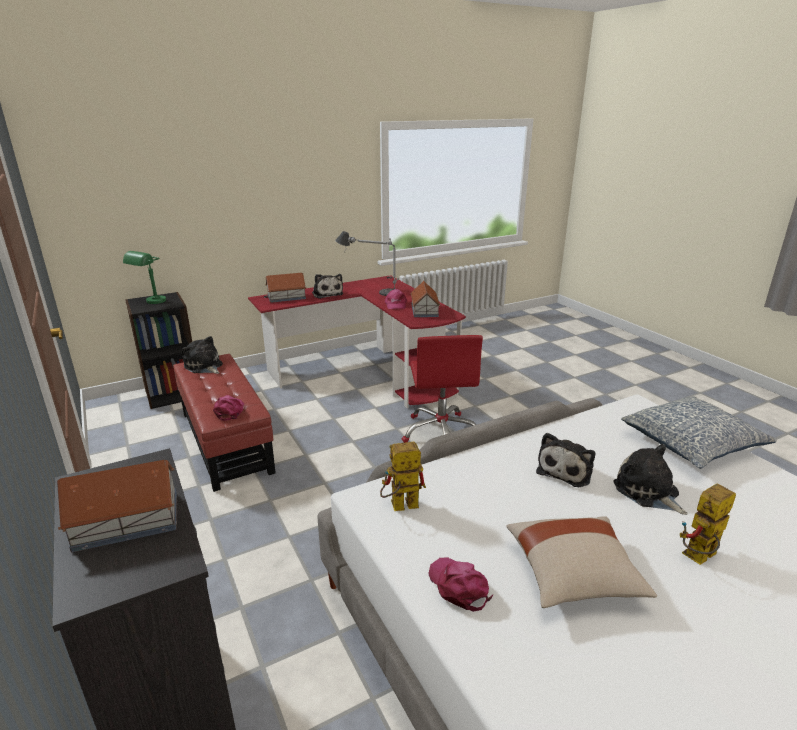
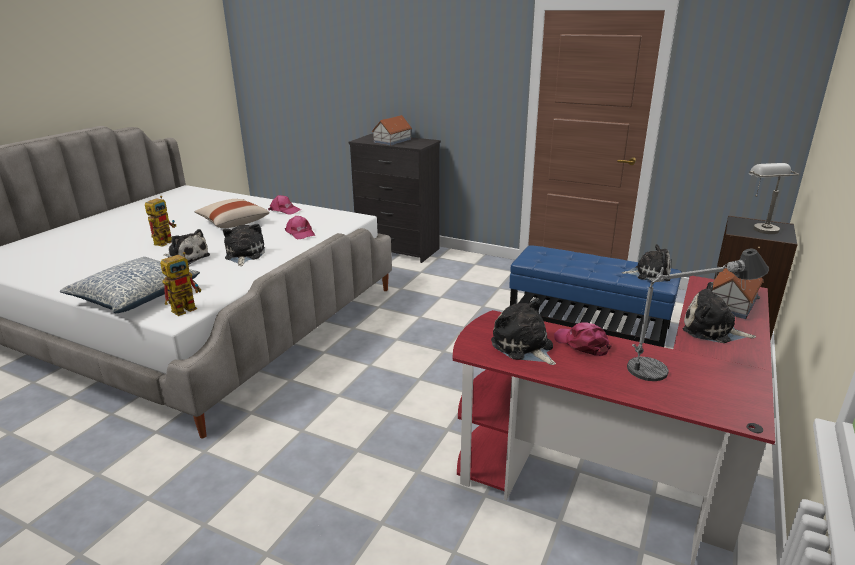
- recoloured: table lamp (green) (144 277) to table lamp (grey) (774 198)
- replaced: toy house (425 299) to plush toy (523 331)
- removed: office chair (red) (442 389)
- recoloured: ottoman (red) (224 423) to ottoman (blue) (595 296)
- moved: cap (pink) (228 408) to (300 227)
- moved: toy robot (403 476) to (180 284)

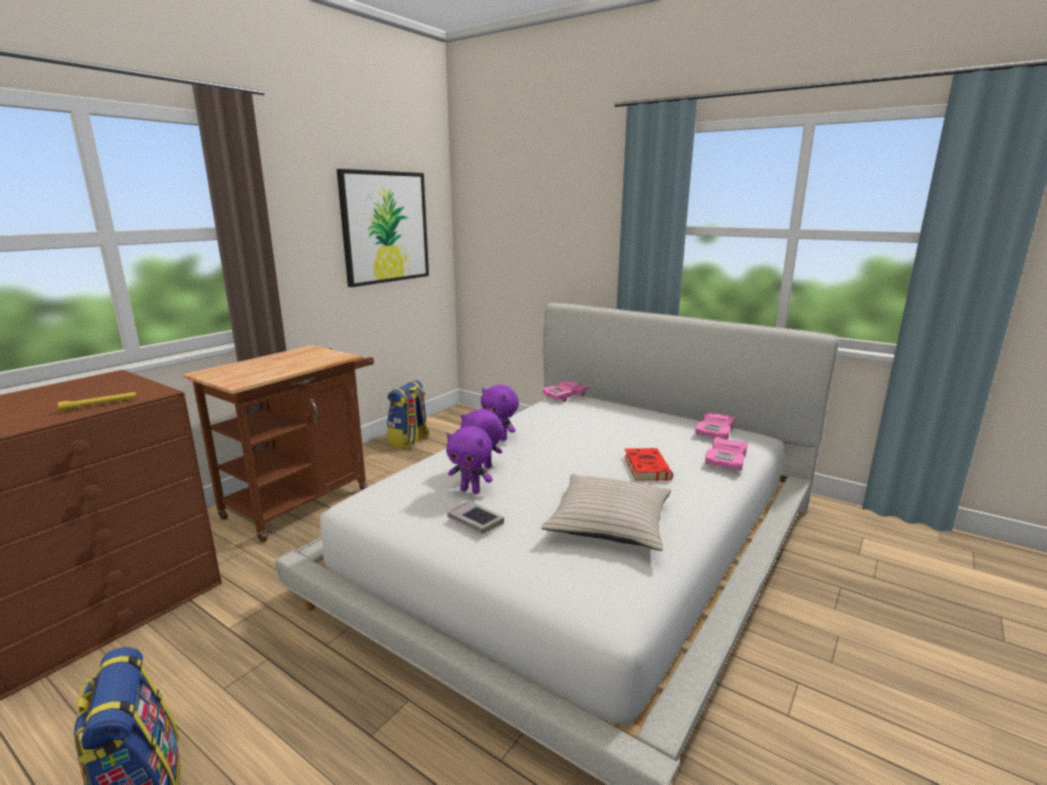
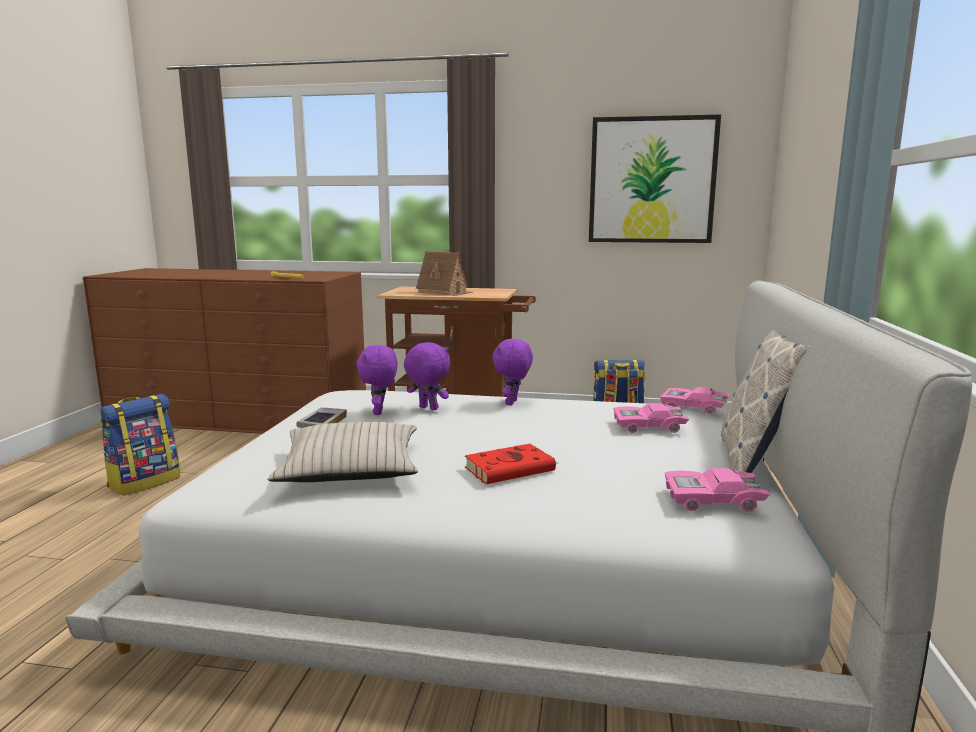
- moved: toy car (pink) (726 453) to (651 418)
- added: toy house (444 273)
- added: pillow (765 401)

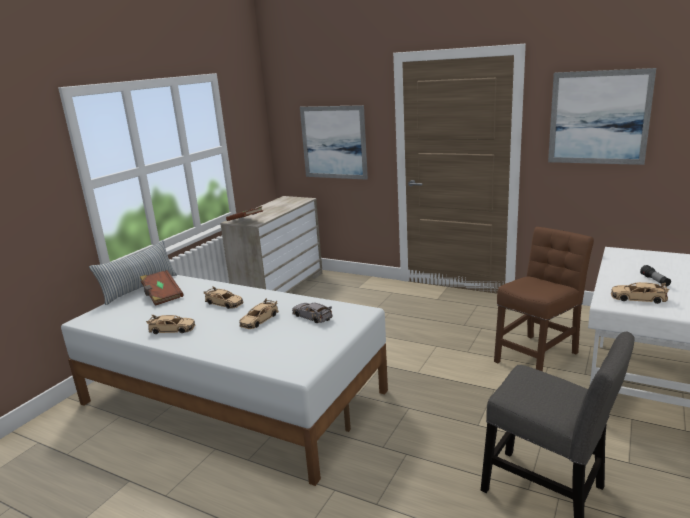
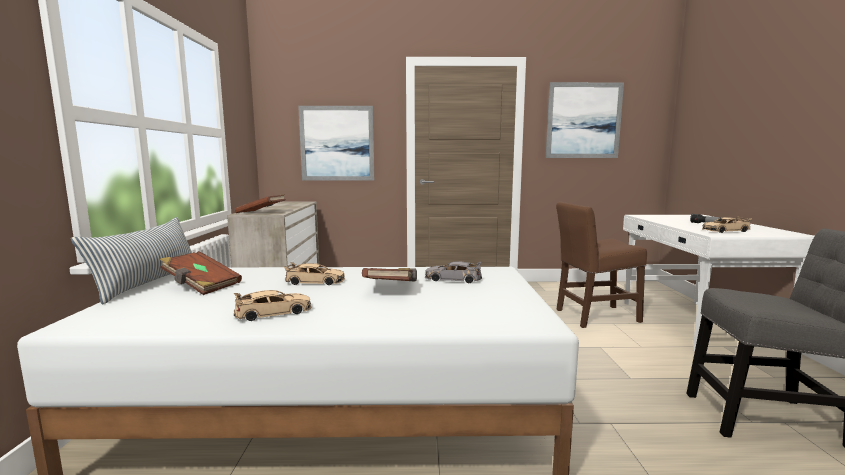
- turned: chair (brown) (544 299) = (601 265) 120 degrees counterclockwise
- replaced: toy car (beige) (259 313) to book (brown) (389 275)

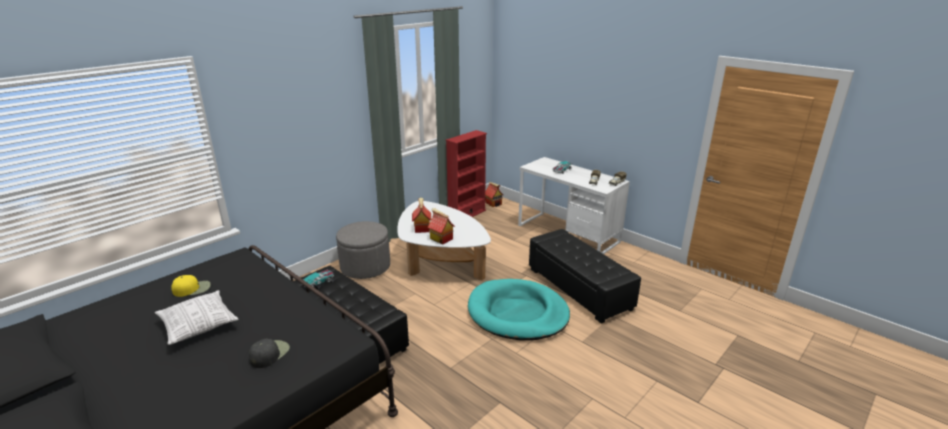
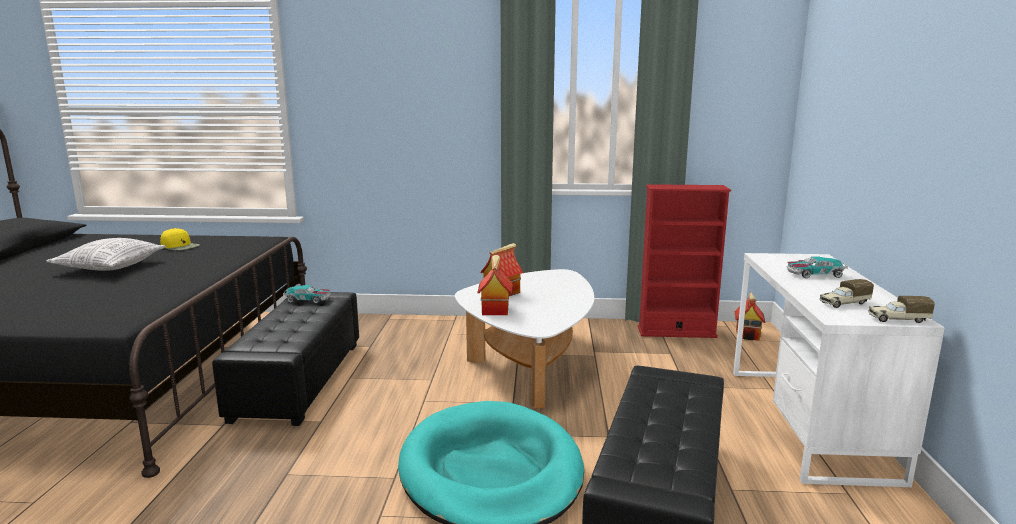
- removed: ottoman (grey) (363 250)
- removed: cap (black) (269 353)

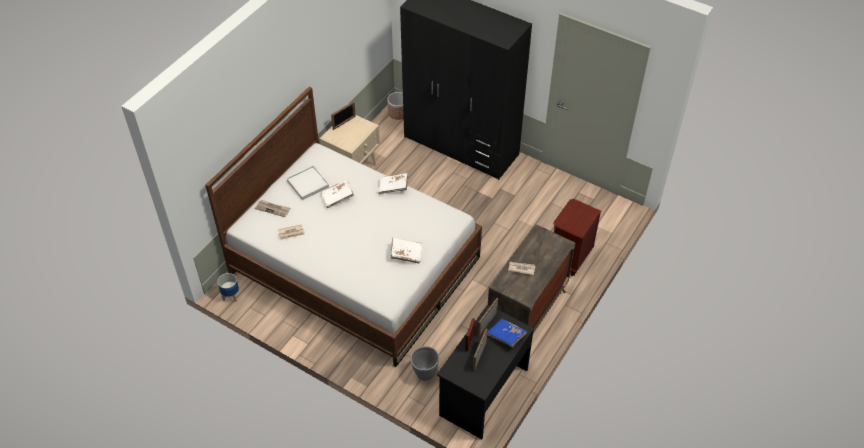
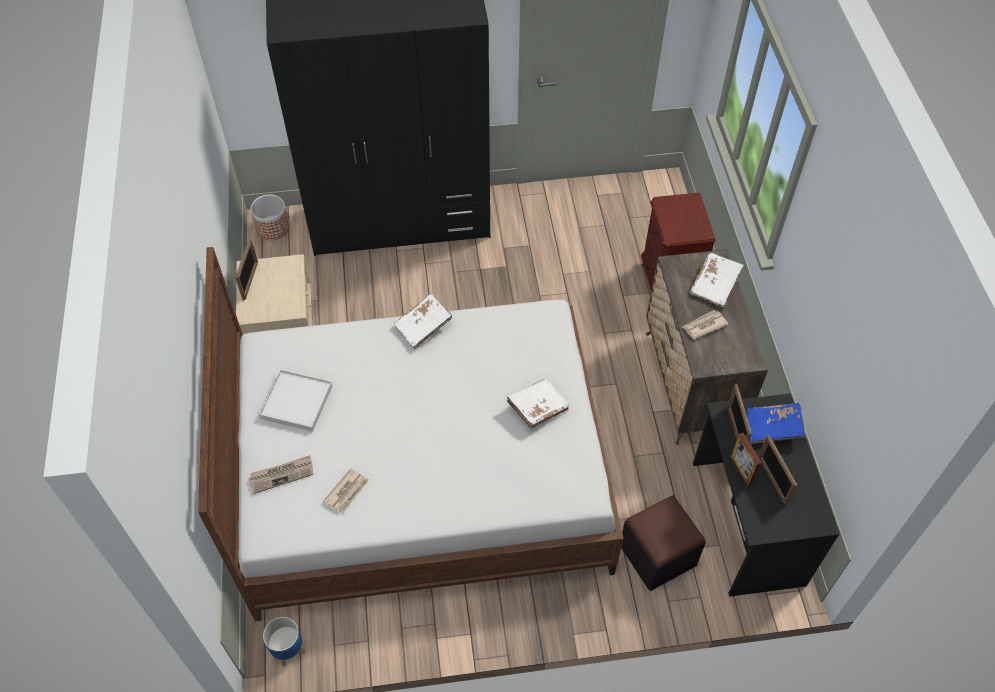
- moved: book (white) (337 194) to (716 280)
- replaced: planter (grey) (424 363) to ottoman (black) (663 543)

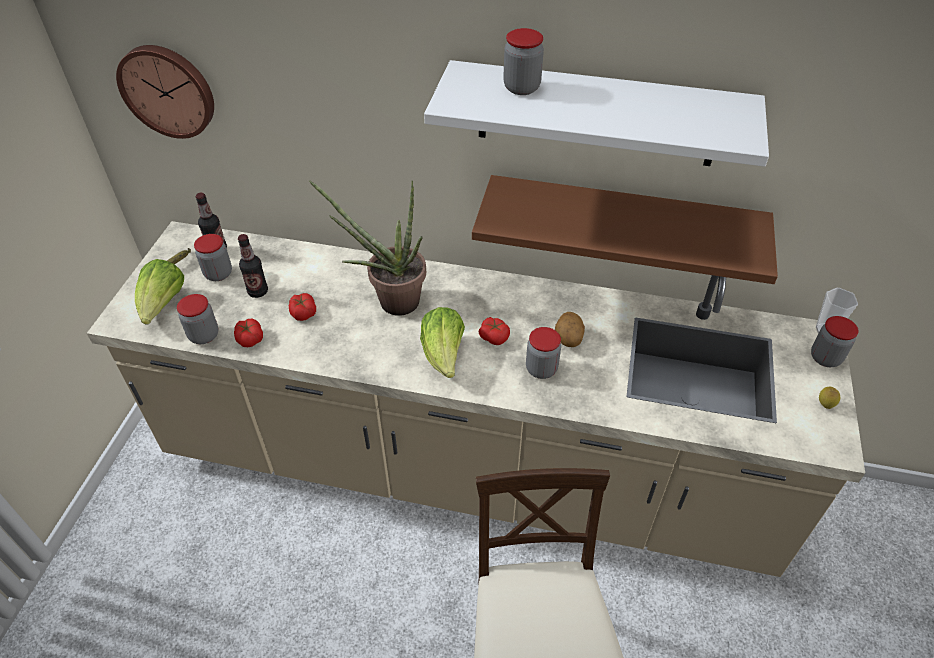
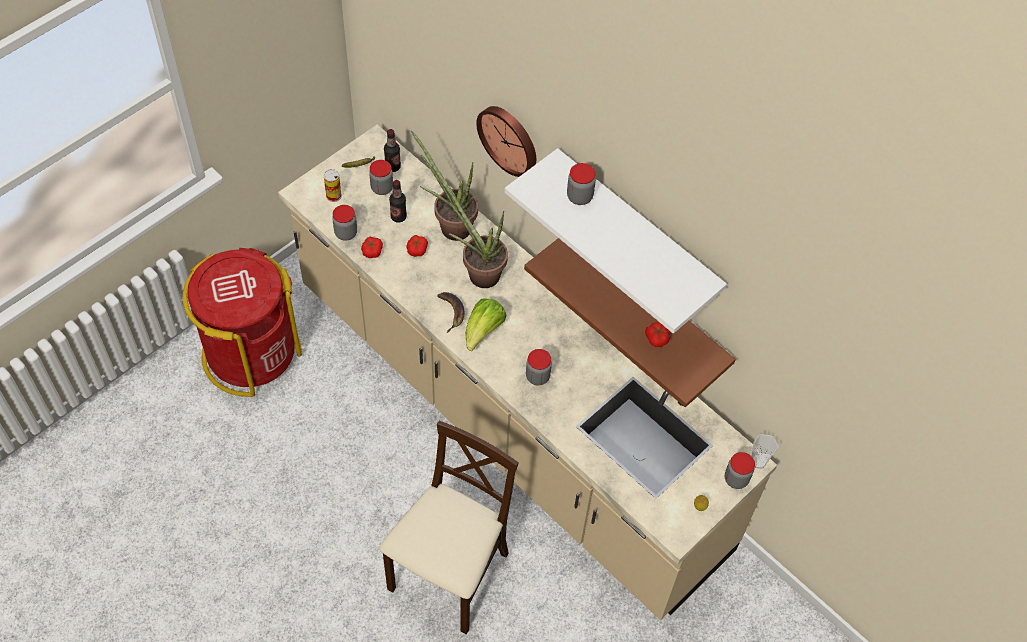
- moved: wall clock (165 92) to (506 141)
- replaced: lettuce (159 291) to can (333 185)
- removed: potato (570 329)
- moved: tomato (494 331) to (657 334)
- added: potted plant (444 186)
- added: trash can (red) (242 322)
- added: banana (451 312)

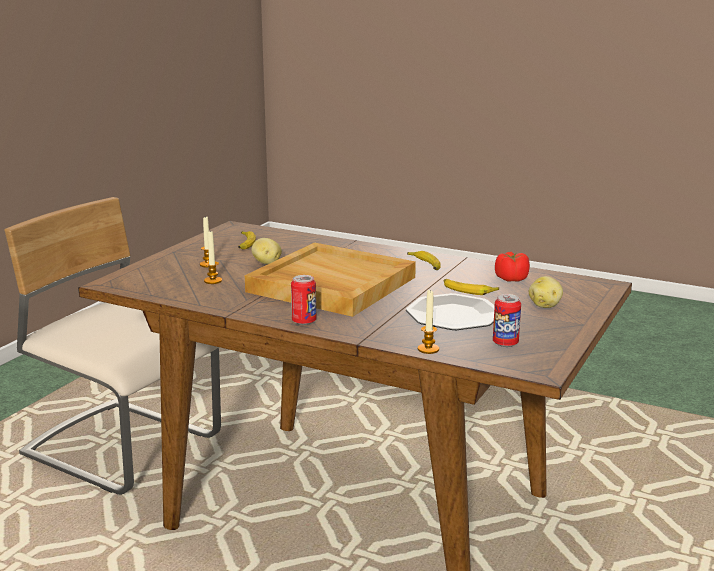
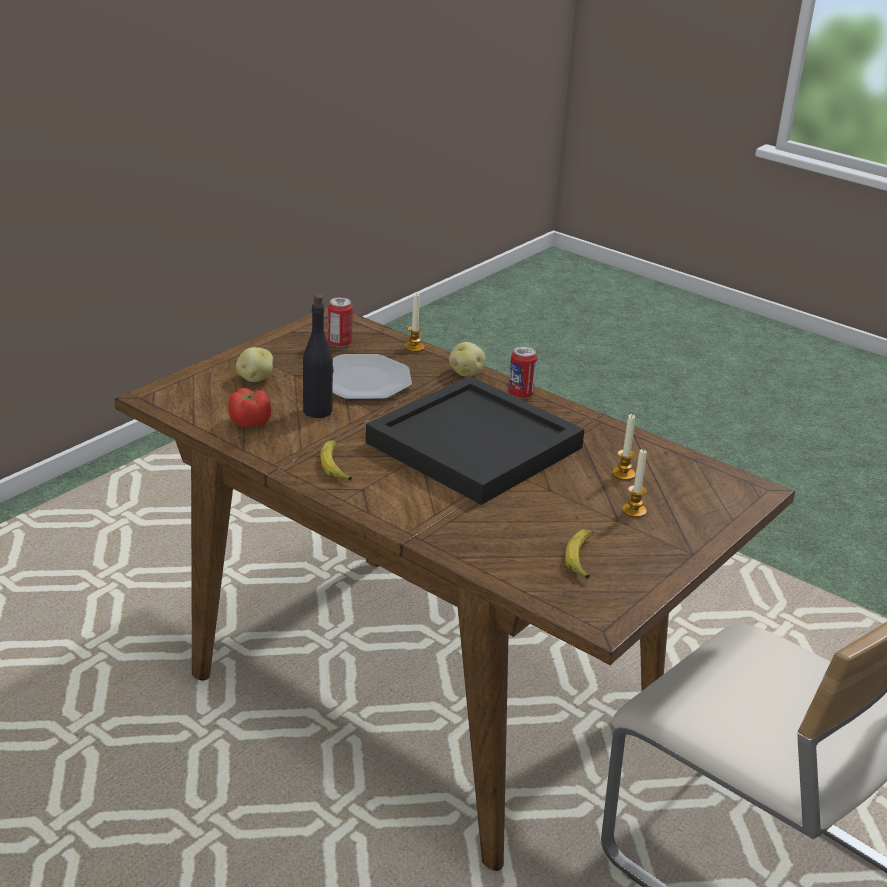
- moved: potato (266 251) to (467 359)
- recoloured: tray (beige) (330 279) to tray (black) (475 440)
- replaced: banana (471 287) to bottle (black) (318 356)

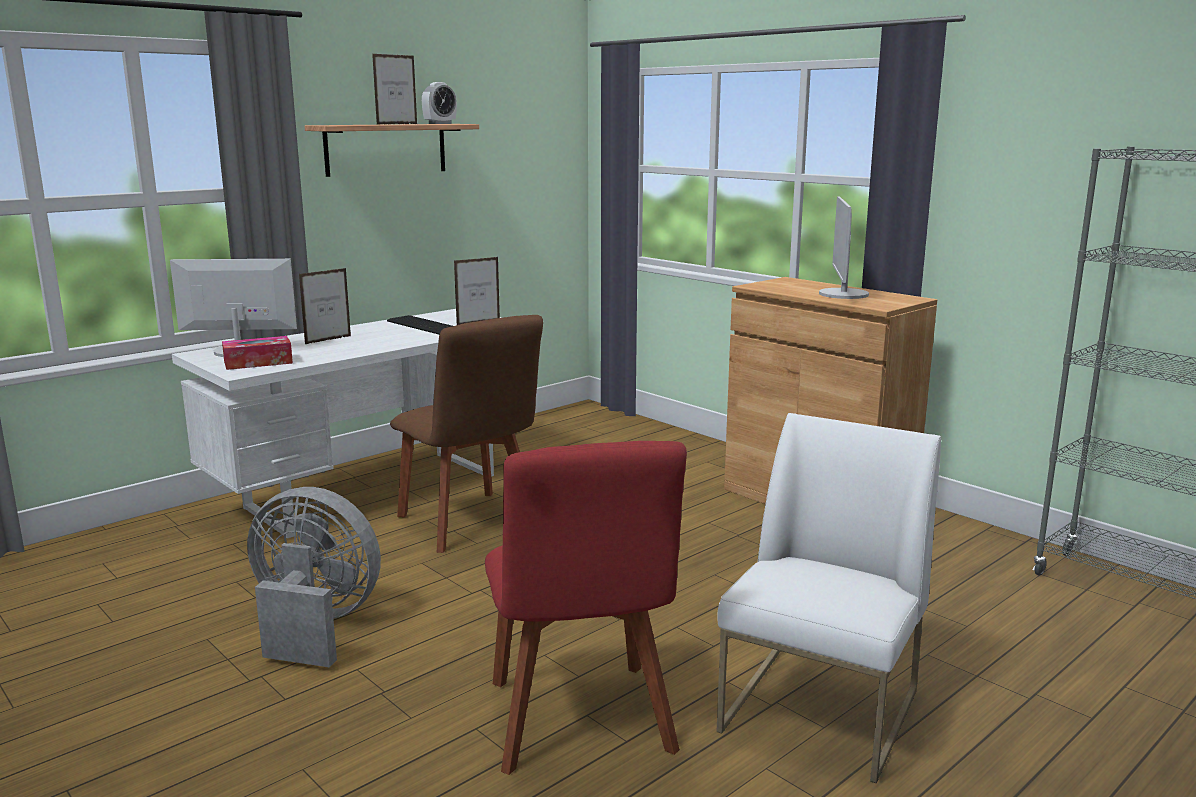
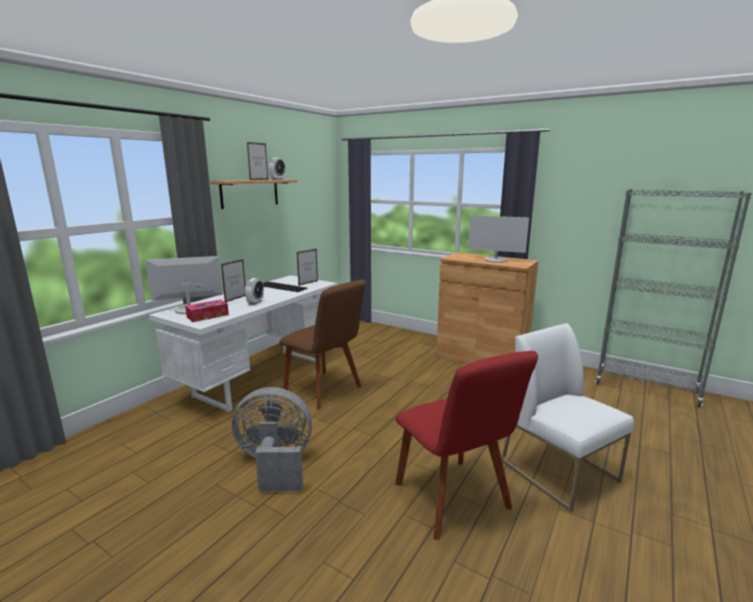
- turned: monitor (844 247) = (498 239) 60 degrees counterclockwise
- turned: chair (white) (829 598) = (568 417) 45 degrees counterclockwise
- added: alarm clock (254 291)

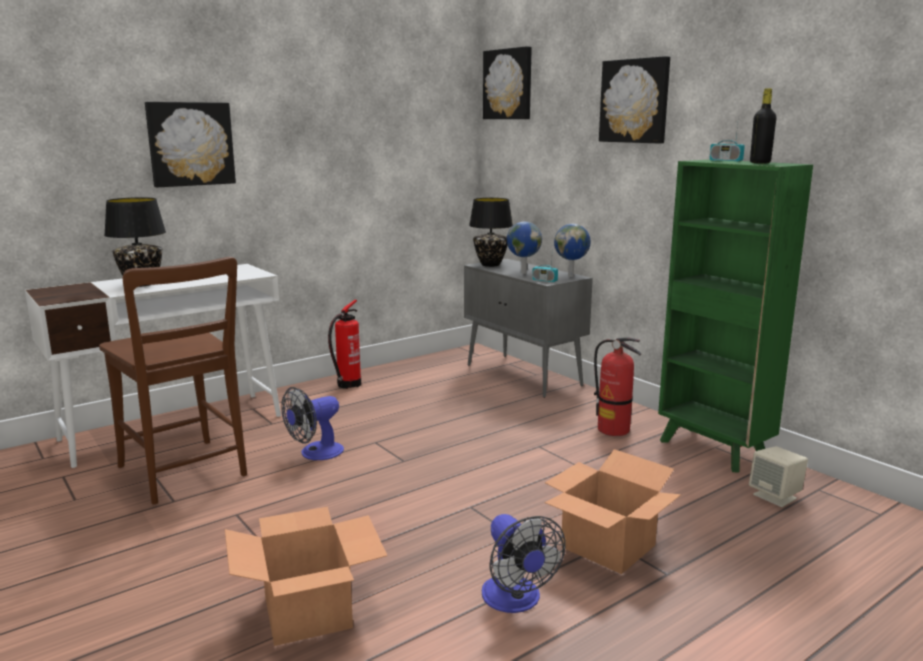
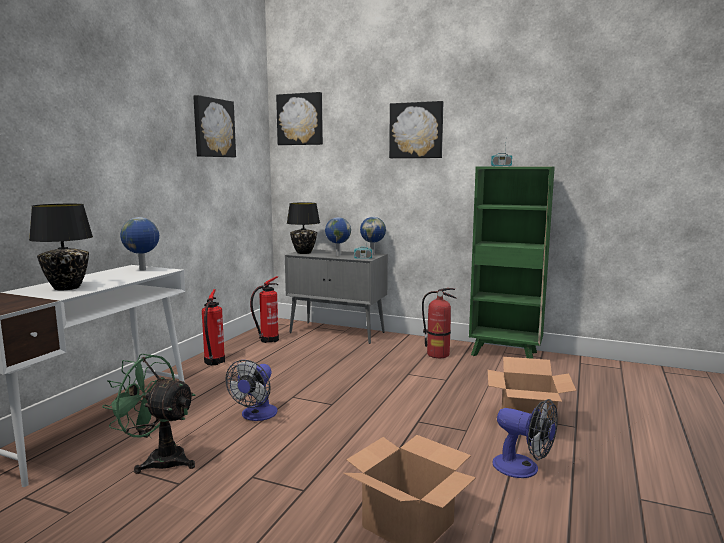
- removed: bottle (black) (763 126)
- moved: picture (190 144) to (214 126)
- replaced: chair (brown) (173 380) to fan (green) (148 414)
- removed: speaker (beige) (778 476)
- added: globe (139 244)
- added: fire extinguisher (264 309)

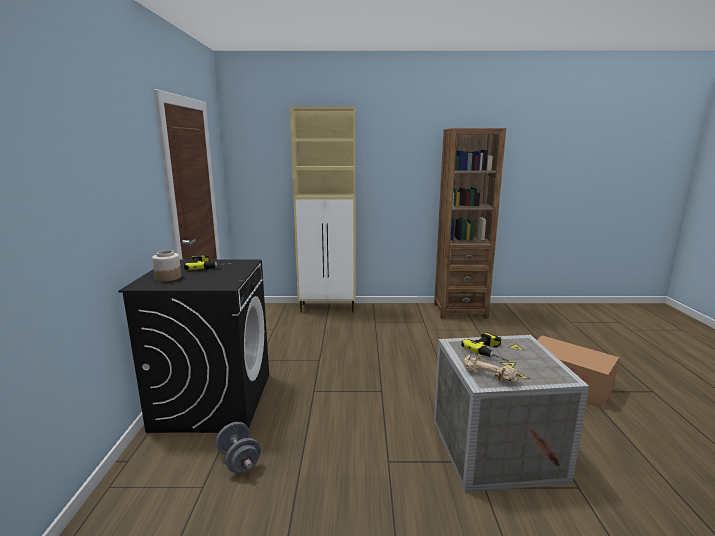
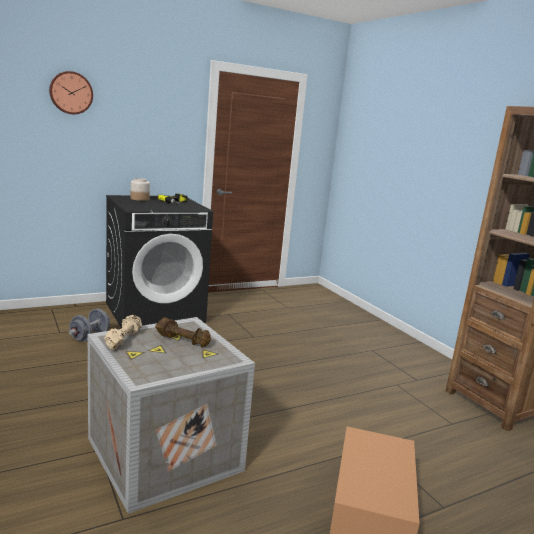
- removed: cabinet (beige) (323 209)
- replaced: power drill (485 347) to dumbbell (brown) (183 332)
- added: wall clock (71 92)

